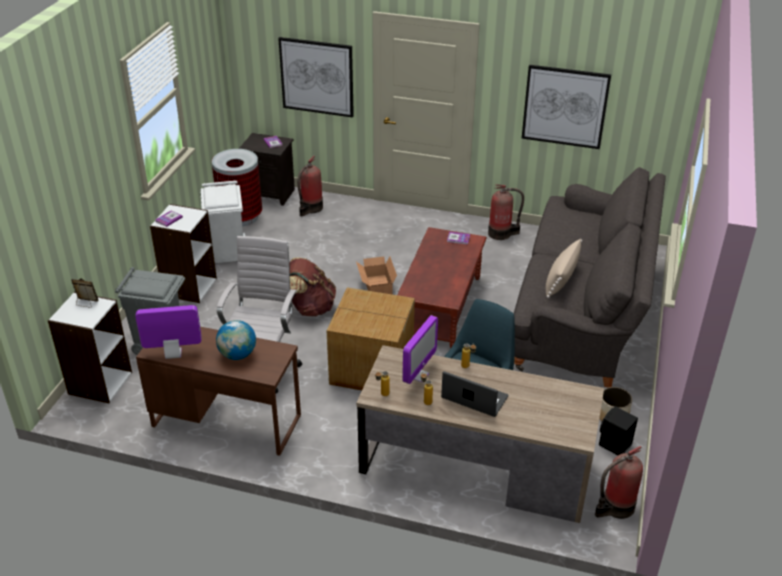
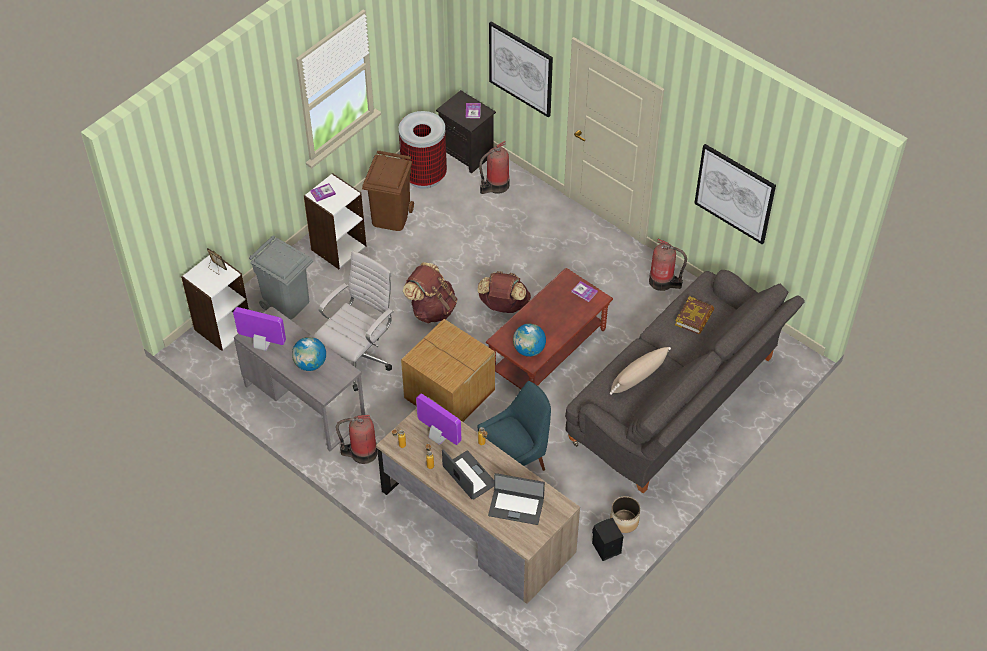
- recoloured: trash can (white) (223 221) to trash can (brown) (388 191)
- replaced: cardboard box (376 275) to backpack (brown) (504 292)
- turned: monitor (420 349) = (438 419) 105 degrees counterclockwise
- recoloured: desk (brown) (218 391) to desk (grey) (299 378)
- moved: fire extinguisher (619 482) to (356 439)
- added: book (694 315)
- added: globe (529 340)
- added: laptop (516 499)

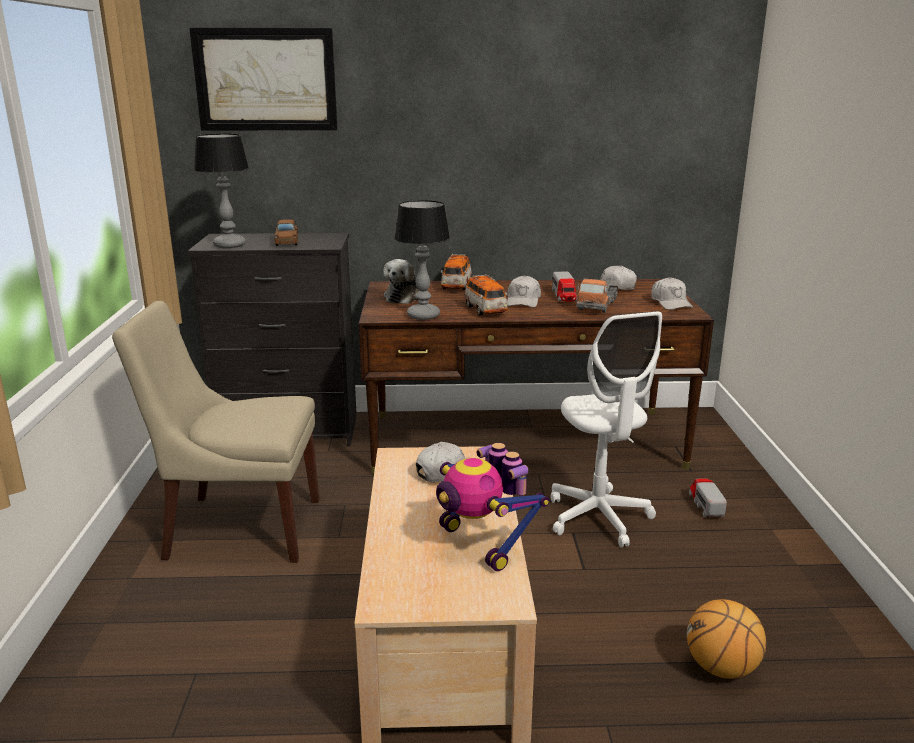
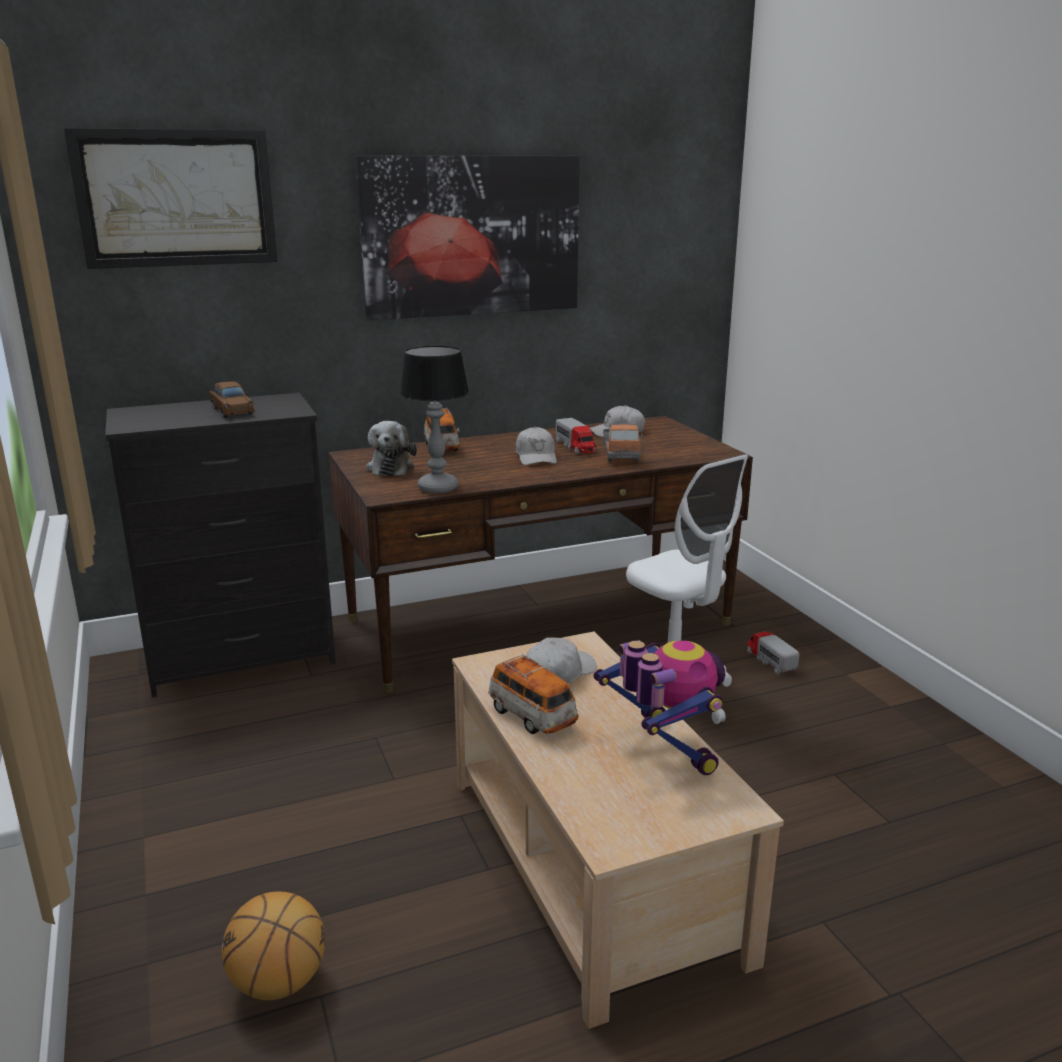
- removed: table lamp (221 191)
- moved: toy car (486 294) to (533 694)
- removed: cap (white) (672 293)
- removed: chair (beige) (216 432)
- turned: toy robot (493 507) = (659 707) 150 degrees counterclockwise
- moved: basketball (726 639) to (273 945)
- added: picture (467 238)

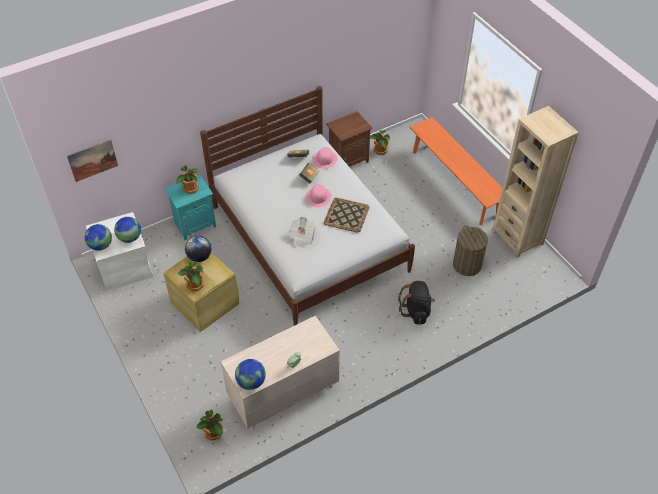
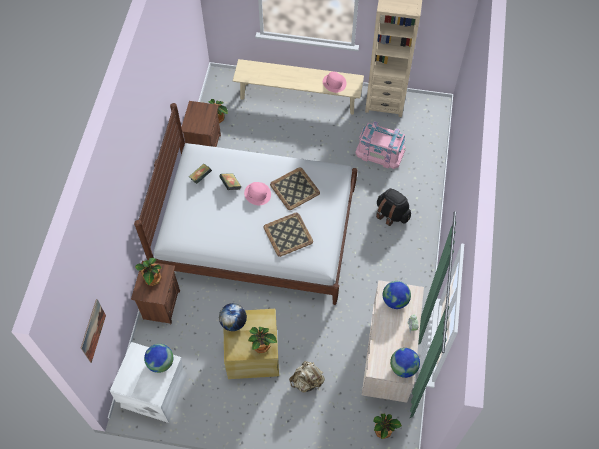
- recoloured: bench (orange) (456 171) to bench (beige) (298 87)
- moved: hat (pink) (325 158) to (334 82)
- recoloured: nightstand (turquoise) (190 207) to nightstand (brown) (155 292)
- replaced: newspaper (302 232) to tray (288 235)
- moved: globe (98 237) to (397 295)
- replaced: laundry basket (470 251) to storage box (pink) (380 145)
- added: backpack (beige) (307 376)

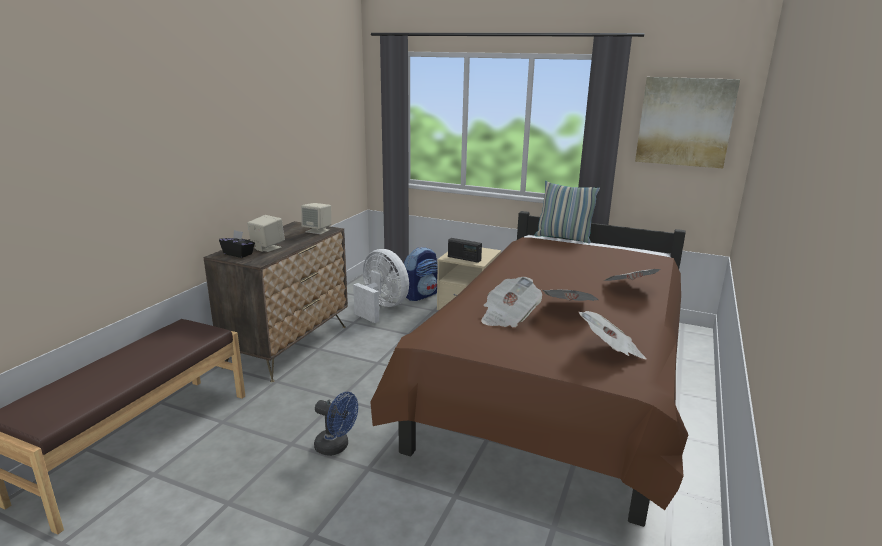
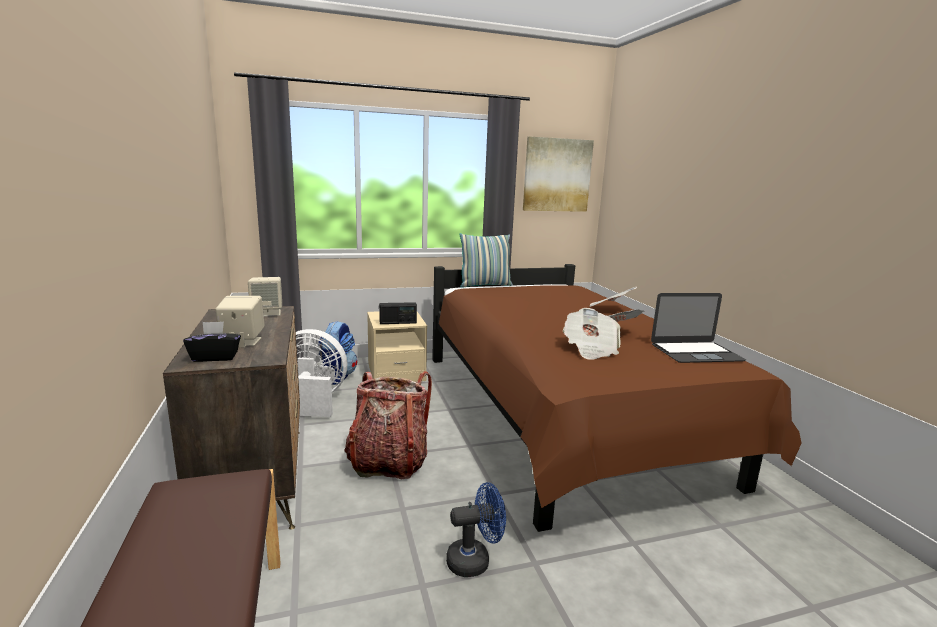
- replaced: newspaper (613 335) to laptop (698 328)
- added: backpack (388 425)

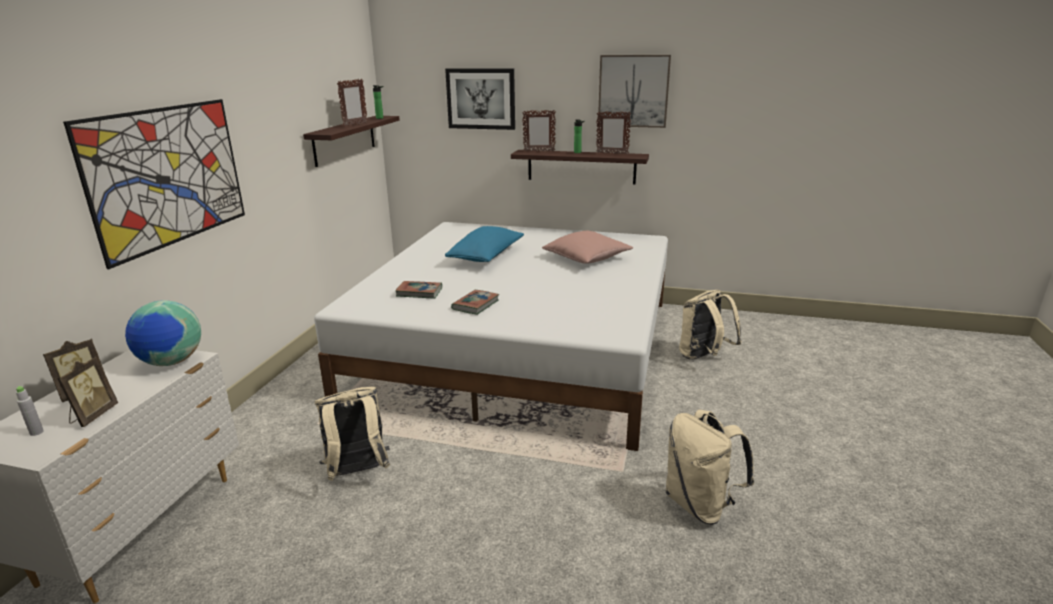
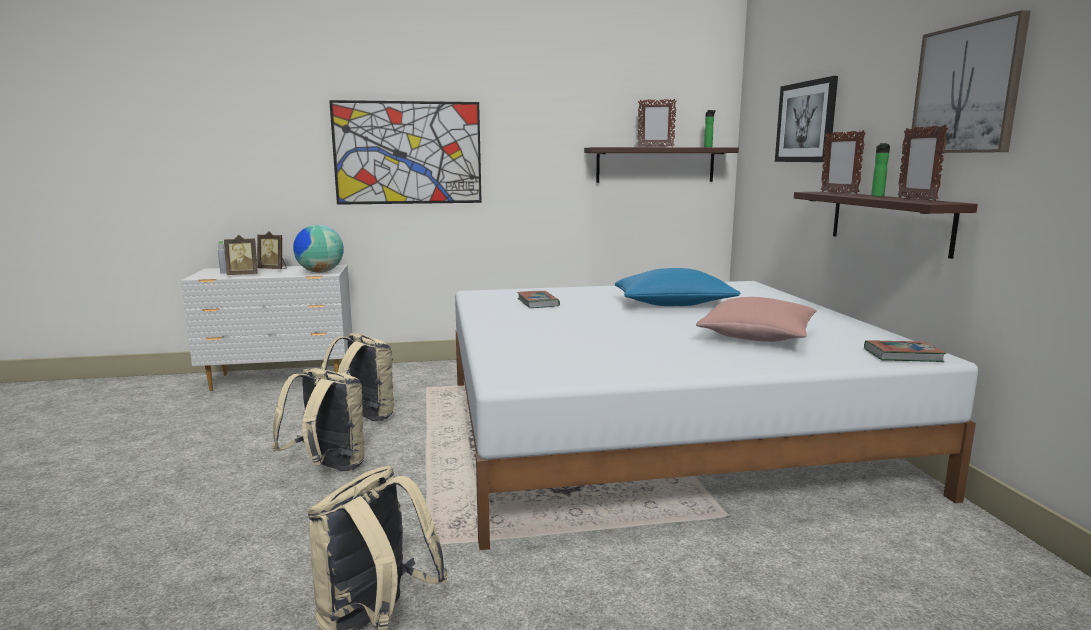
- moved: book (475 302) to (905 351)
- moved: backpack (beige) (710 325) to (318 419)

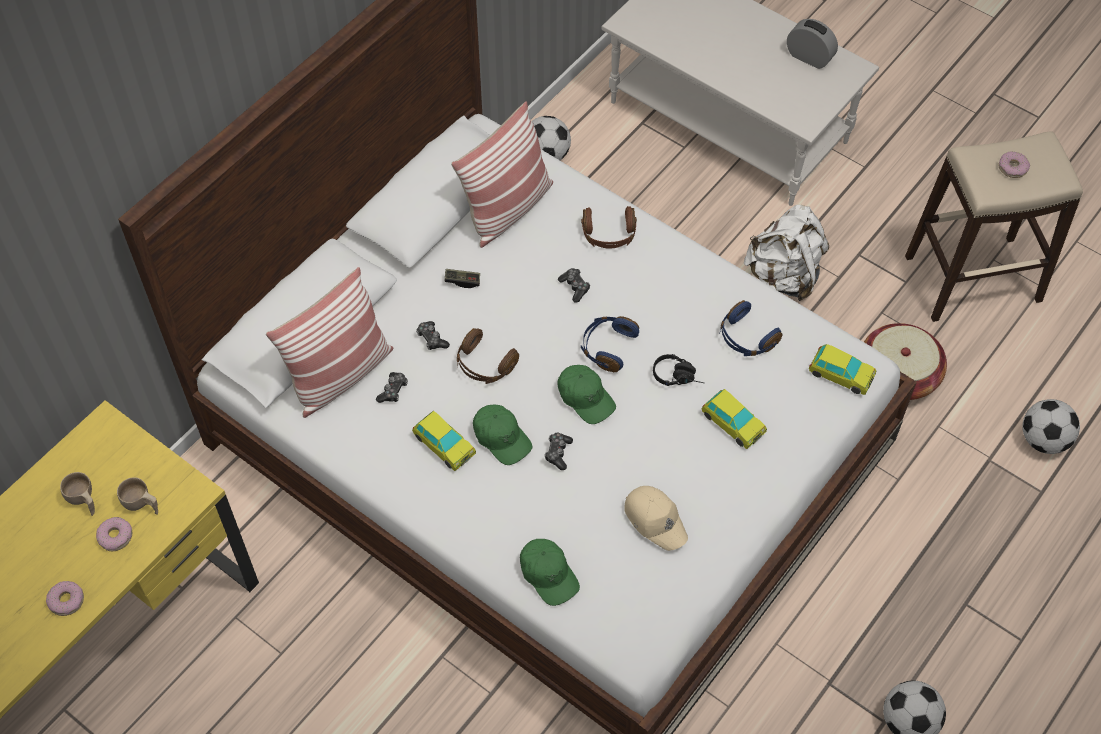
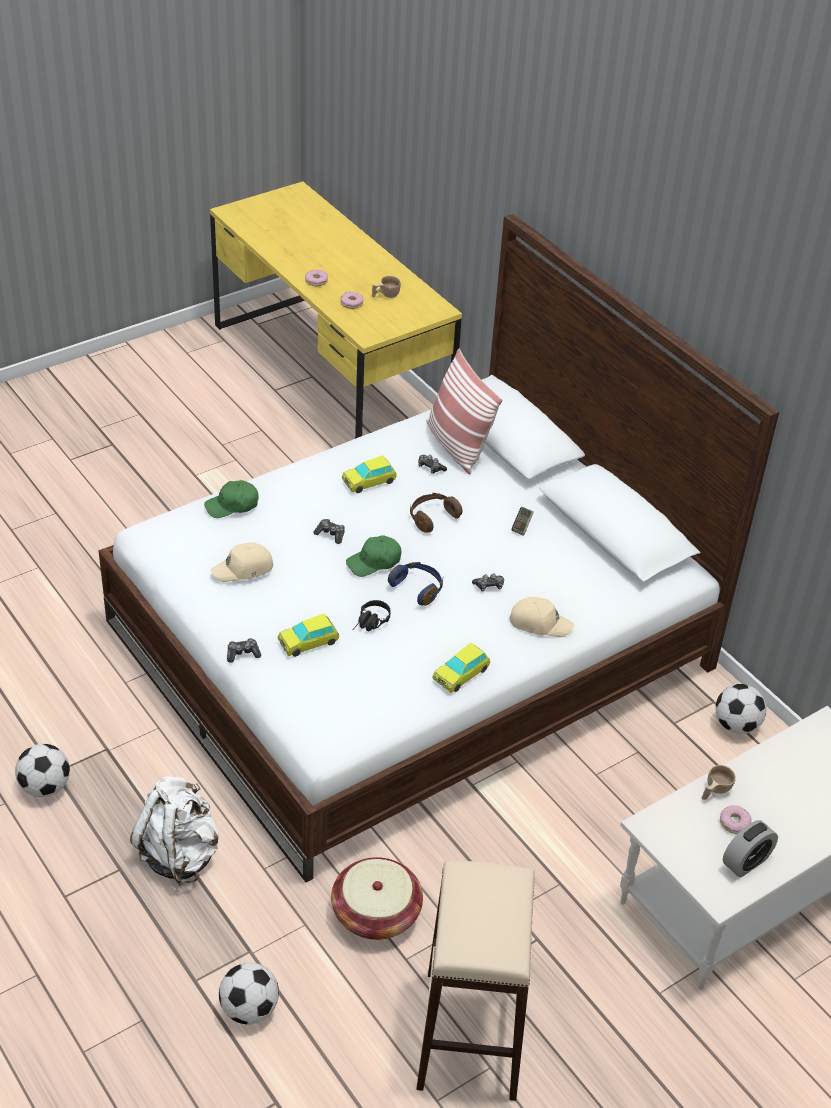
- removed: pillow (502 174)
- moved: donut (1014 165) to (736 819)
- moved: backpack (white) (786 253) to (174 831)
- replaced: headphones (brown) (609 227) to cap (beige) (541 617)
- removed: headphones (blue) (751 328)
- moved: game controller (433 335) to (244 650)
- moved: toy car (842 369) to (461 668)
- removed: cap (green) (502 435)
- moved: cup (beige) (137 496) to (719 782)

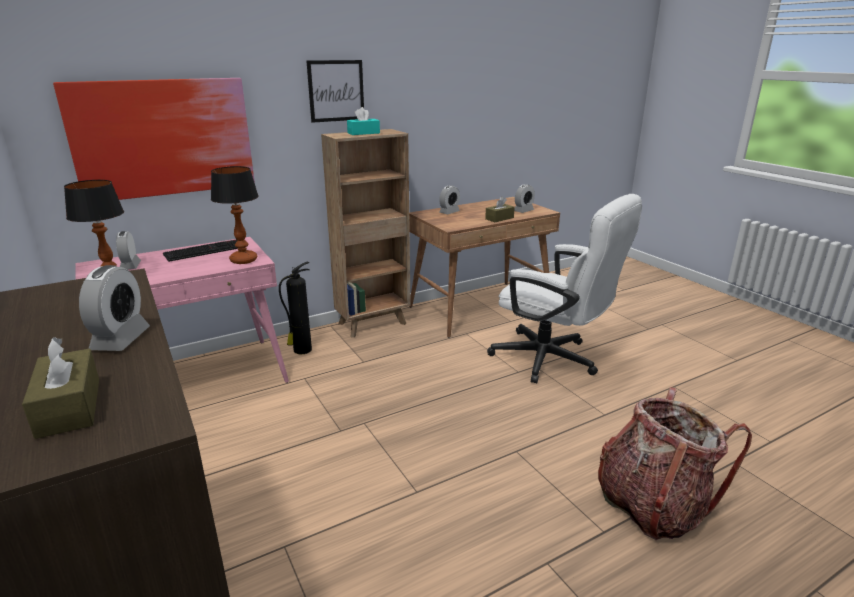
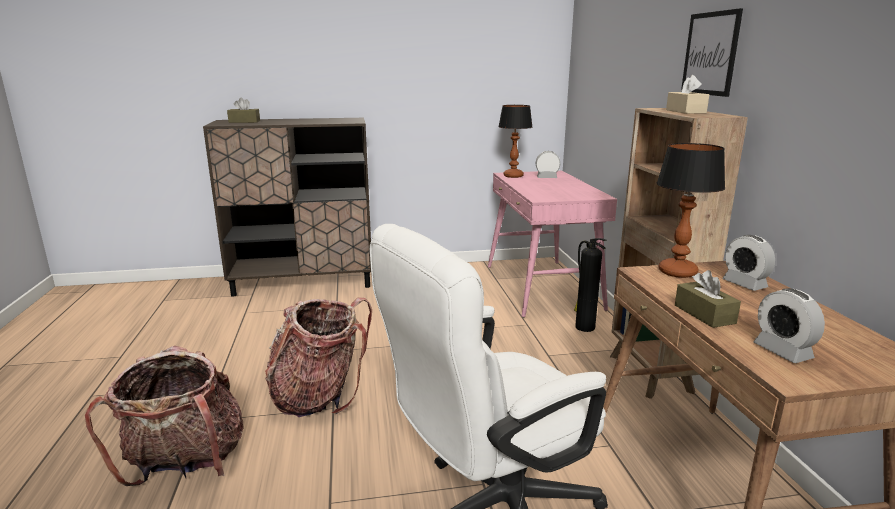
- removed: picture (154 139)
- recoloured: tissue box (turquoise) (363 121) to tissue box (beige) (687 94)
- moved: table lamp (235 215) to (691 210)
- removed: keyboard (200 250)
- removed: alarm clock (114 308)
- added: backpack (318 357)

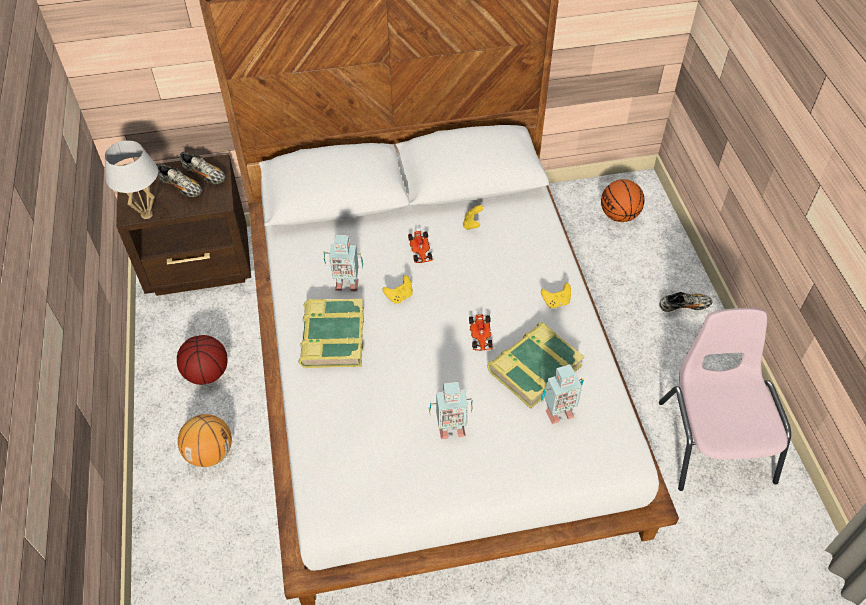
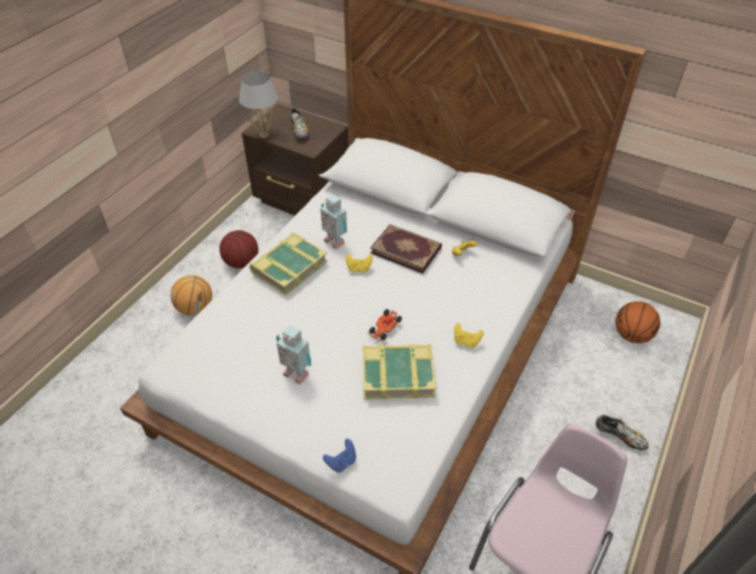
- removed: shoe (202 167)
- replaced: toy car (420 247) to book (406 249)
- removed: toy robot (562 394)
- added: game controller (blue) (339 456)

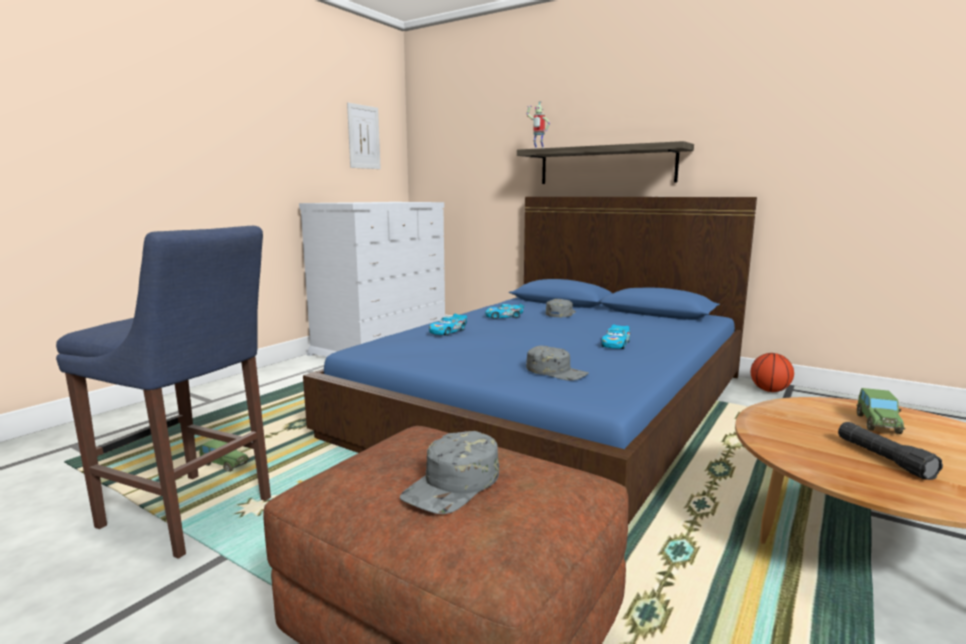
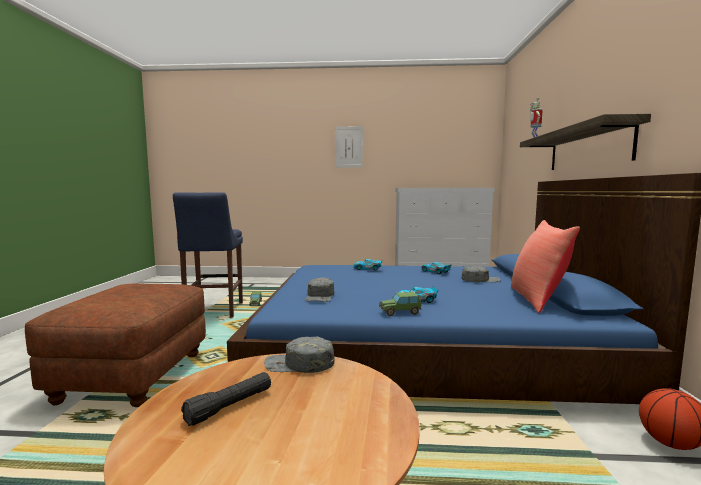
- moved: picture (364 136) to (349 147)
- moved: toy car (880 411) to (400 304)
- moved: cap (grey) (449 472) to (299 355)
- added: pillow (red) (545 266)

